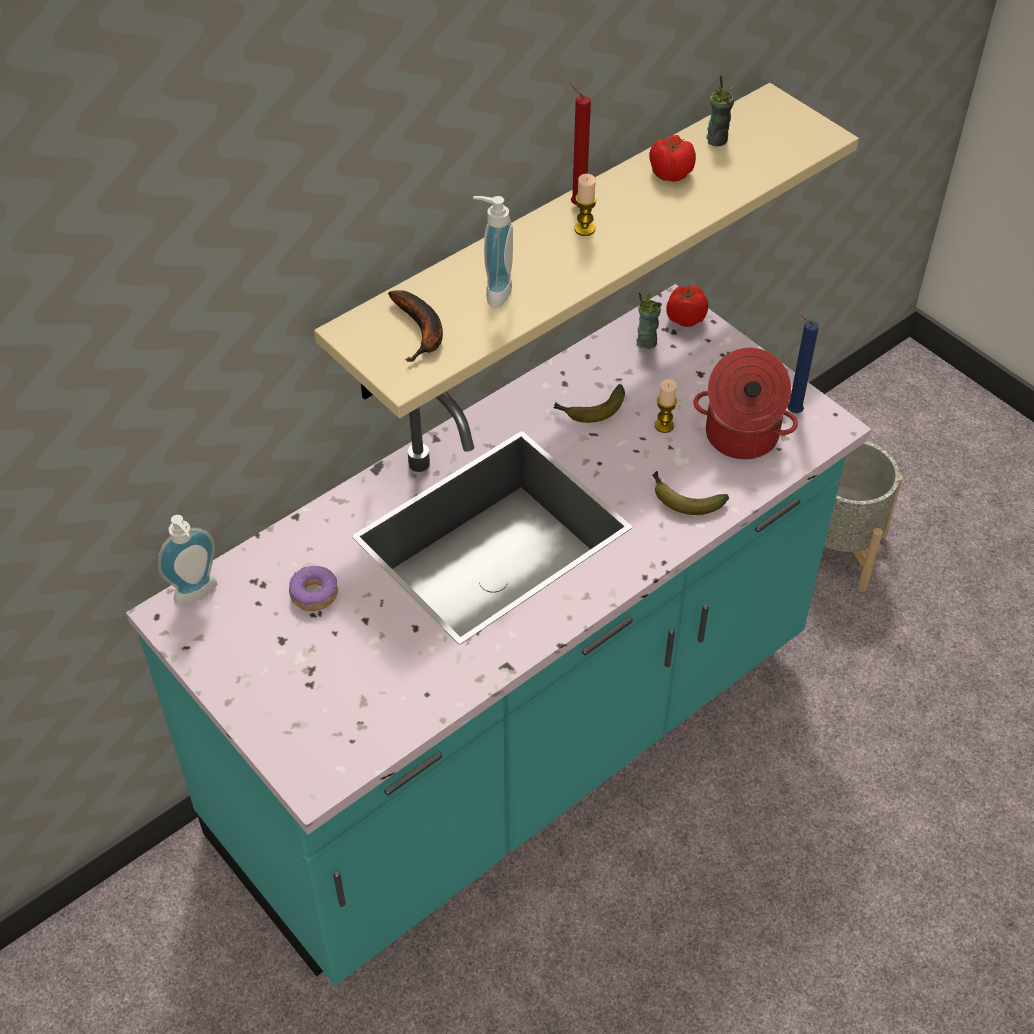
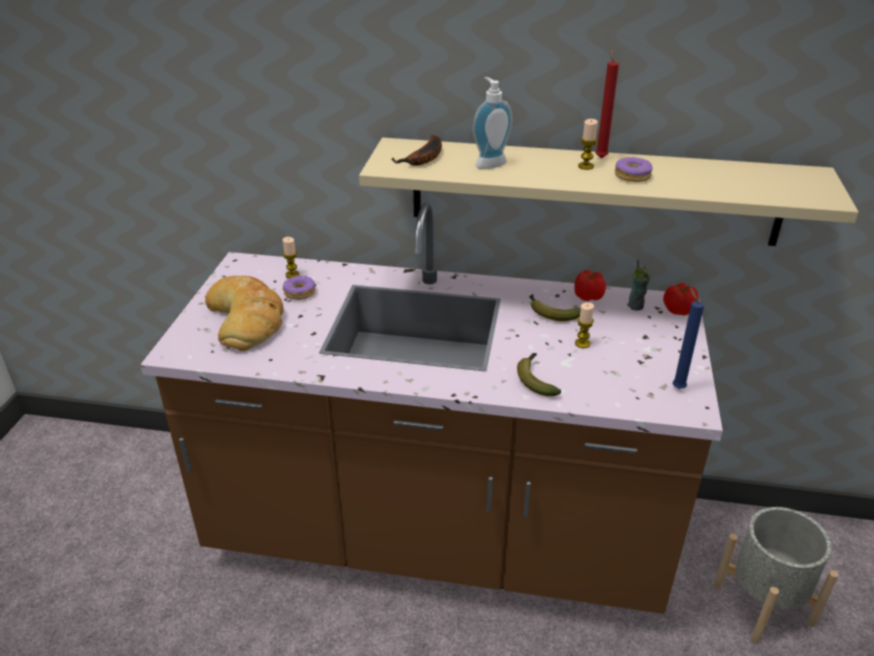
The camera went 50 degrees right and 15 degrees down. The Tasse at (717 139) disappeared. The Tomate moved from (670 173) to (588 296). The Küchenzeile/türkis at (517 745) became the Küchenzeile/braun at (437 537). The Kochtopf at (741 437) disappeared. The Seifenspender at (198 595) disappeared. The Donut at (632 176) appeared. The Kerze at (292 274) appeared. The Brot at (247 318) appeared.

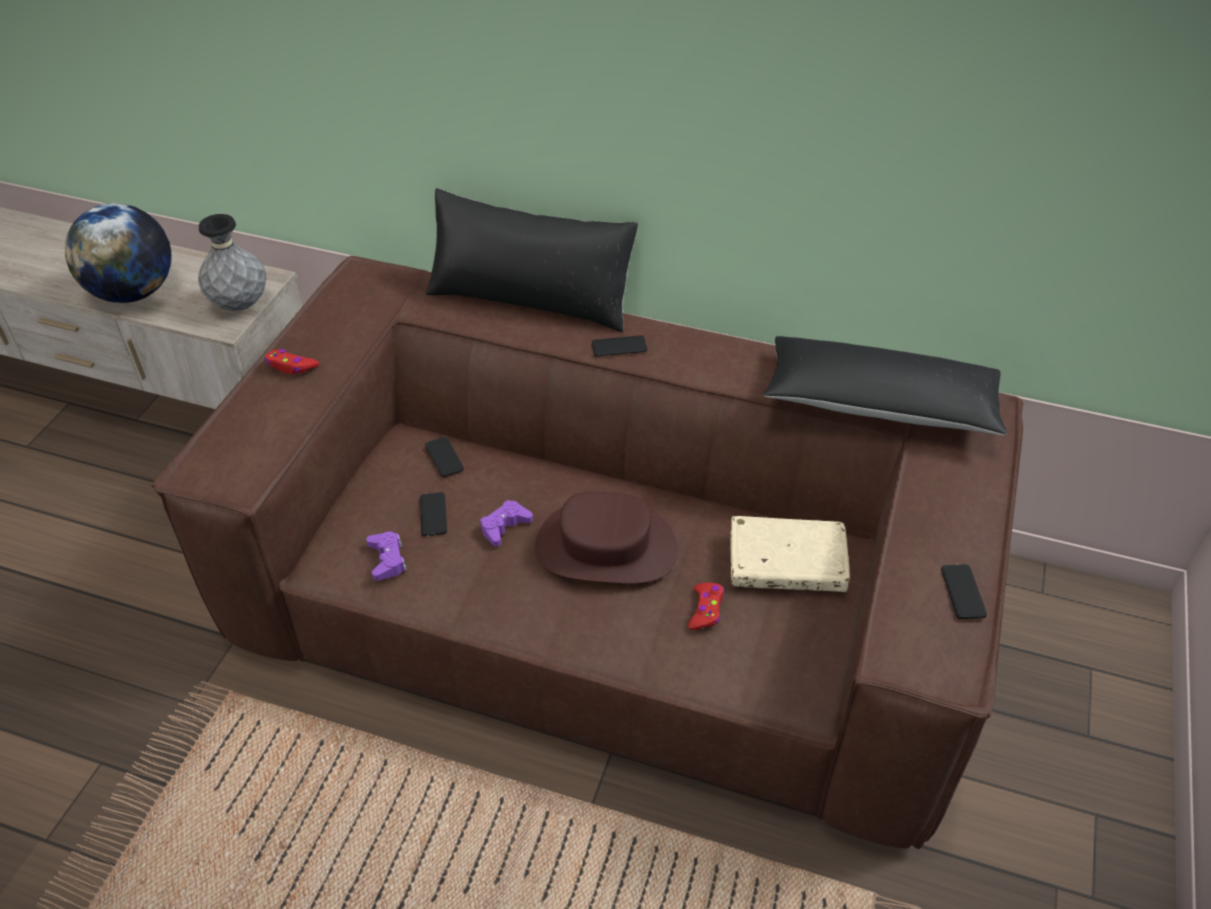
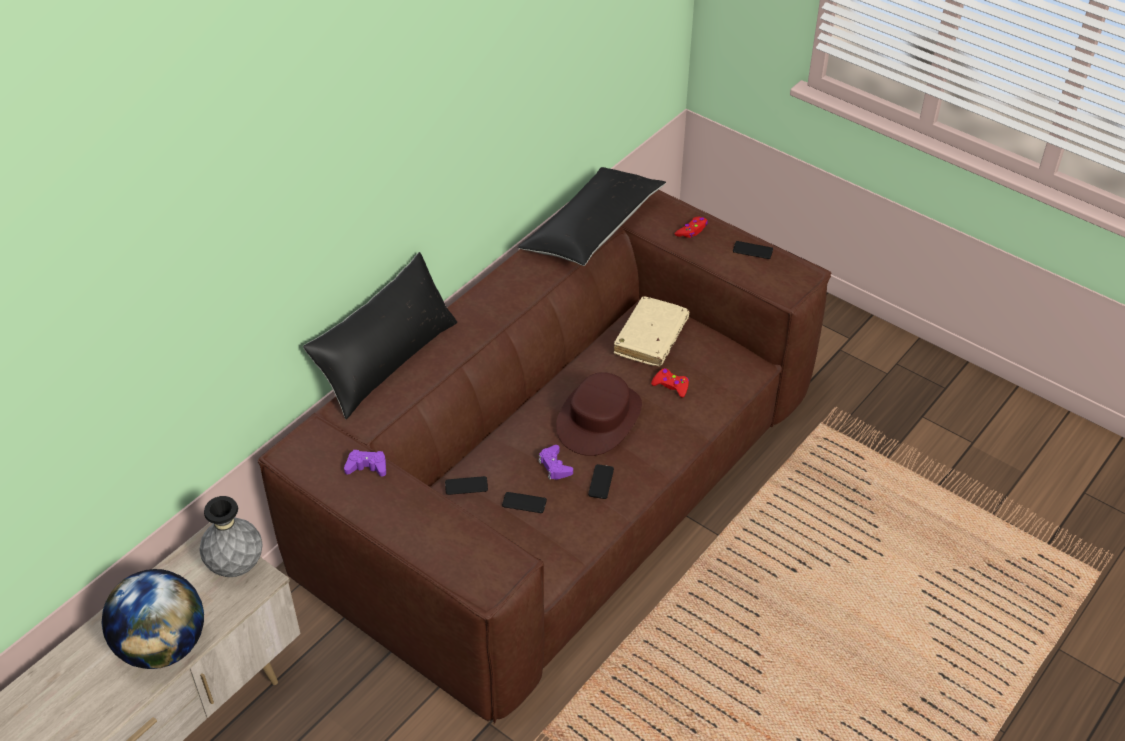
The camera went 70 degrees left and 0 degrees up. The Handy moved from (619 346) to (601 482). The Gamepad/rot moved from (291 366) to (692 231). The Gamepad/lila moved from (387 559) to (367 467).

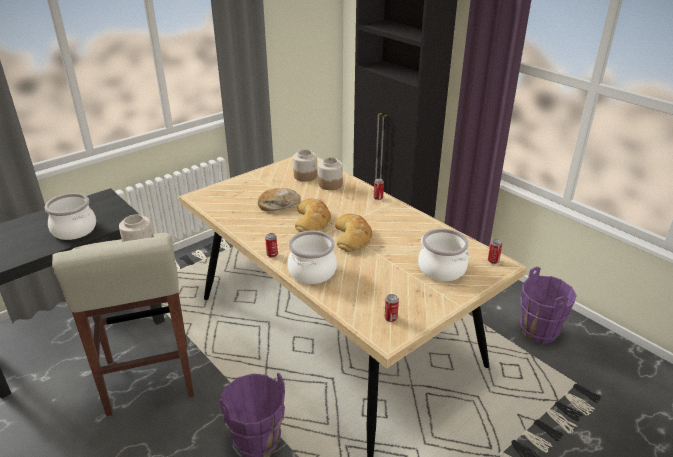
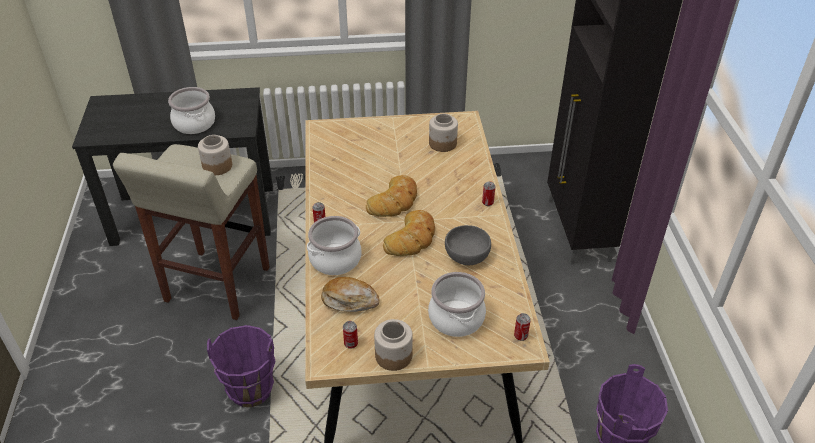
The camera went 35 degrees right and 10 degrees up. The Vorratsglas moved from (330 184) to (394 355). The Brot moved from (278 204) to (349 300). The Schüssel/grau at (467 256) appeared.

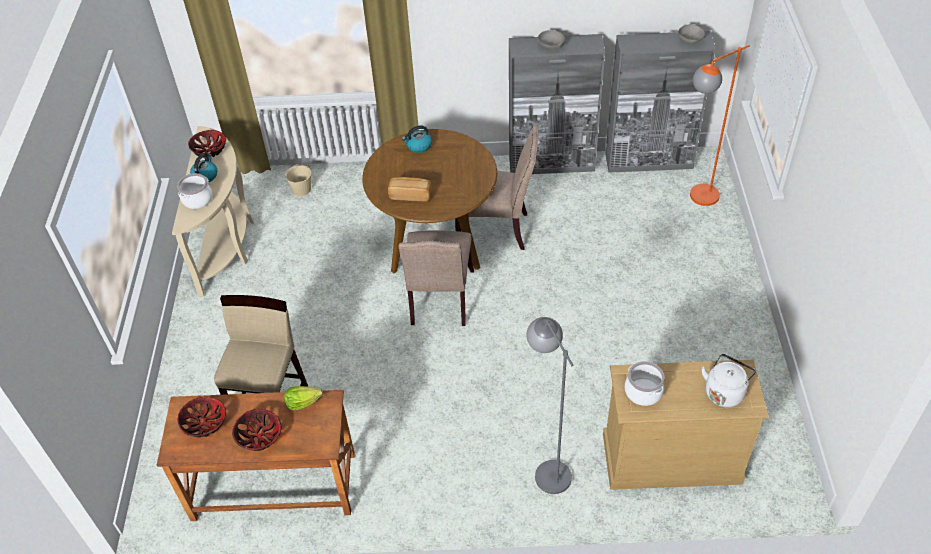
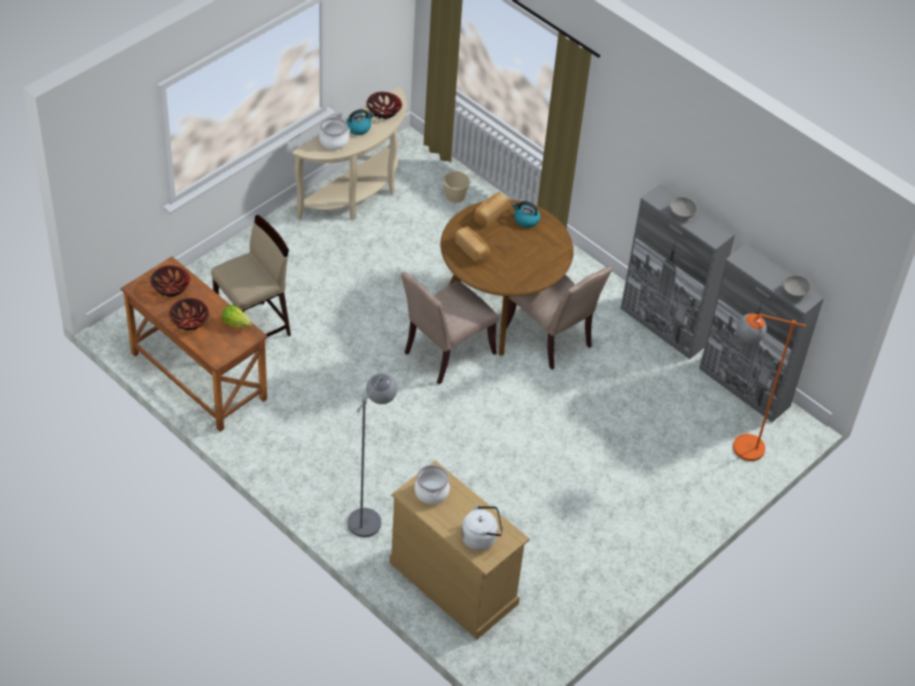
The camera went 40 degrees right and 0 degrees up. The Brot at (490 215) appeared.

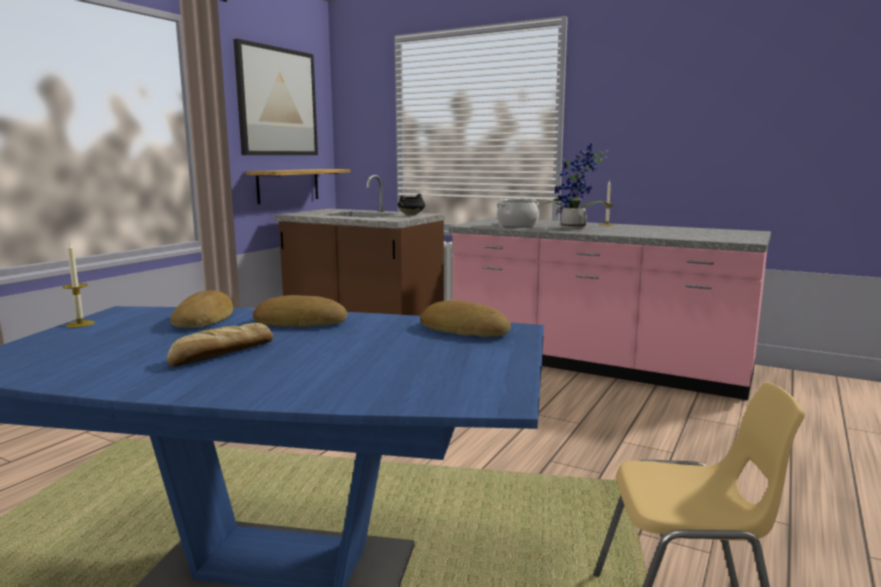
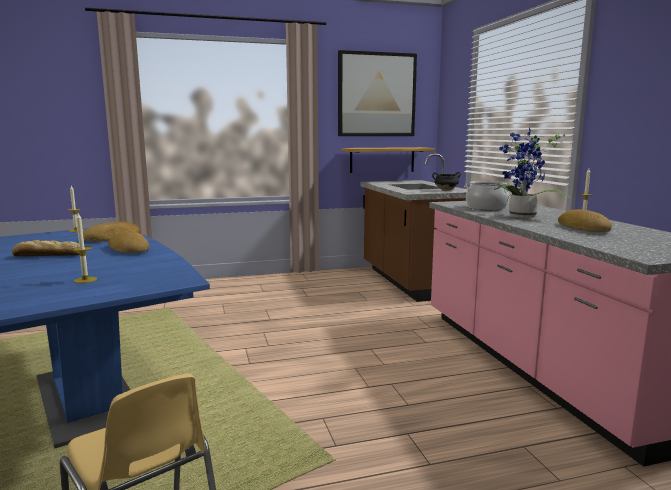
The camera went 45 degrees right and 0 degrees up. The Brot moved from (464 329) to (584 228). The Kerze at (85 280) appeared.

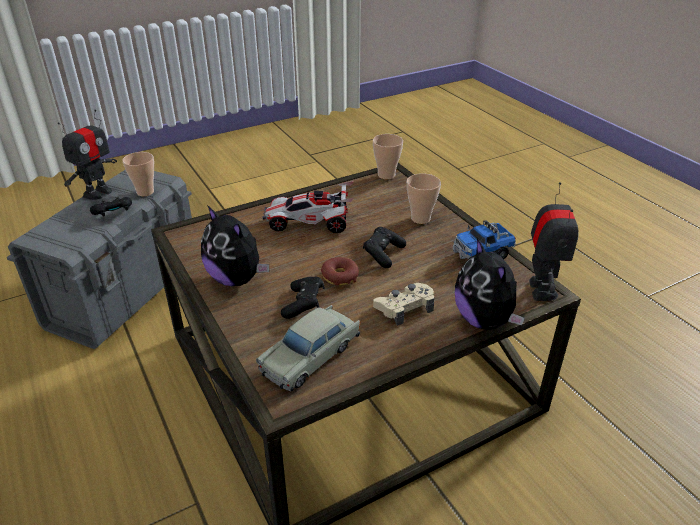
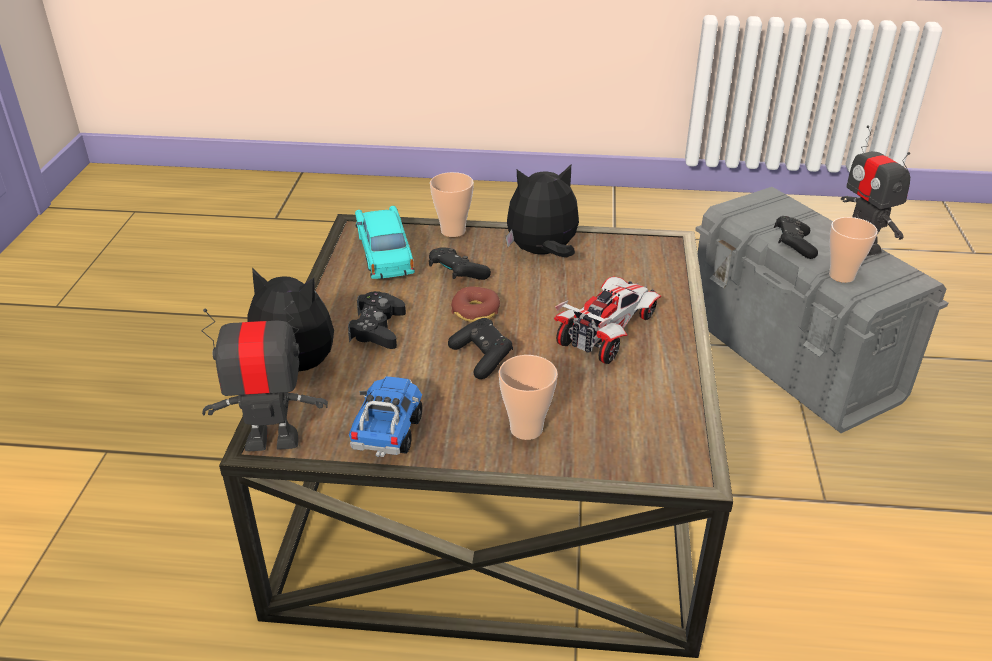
The camera went 125 degrees right and 0 degrees up. The Tasse moved from (386 175) to (453 231). The Spielzeugroboter at (541 290) turned 135 degrees clockwise. The Gamepad/beige at (404 307) became the Gamepad/schwarz at (377 328). The Spielzeugauto/beige at (311 356) became the Spielzeugauto/türkis at (384 253).

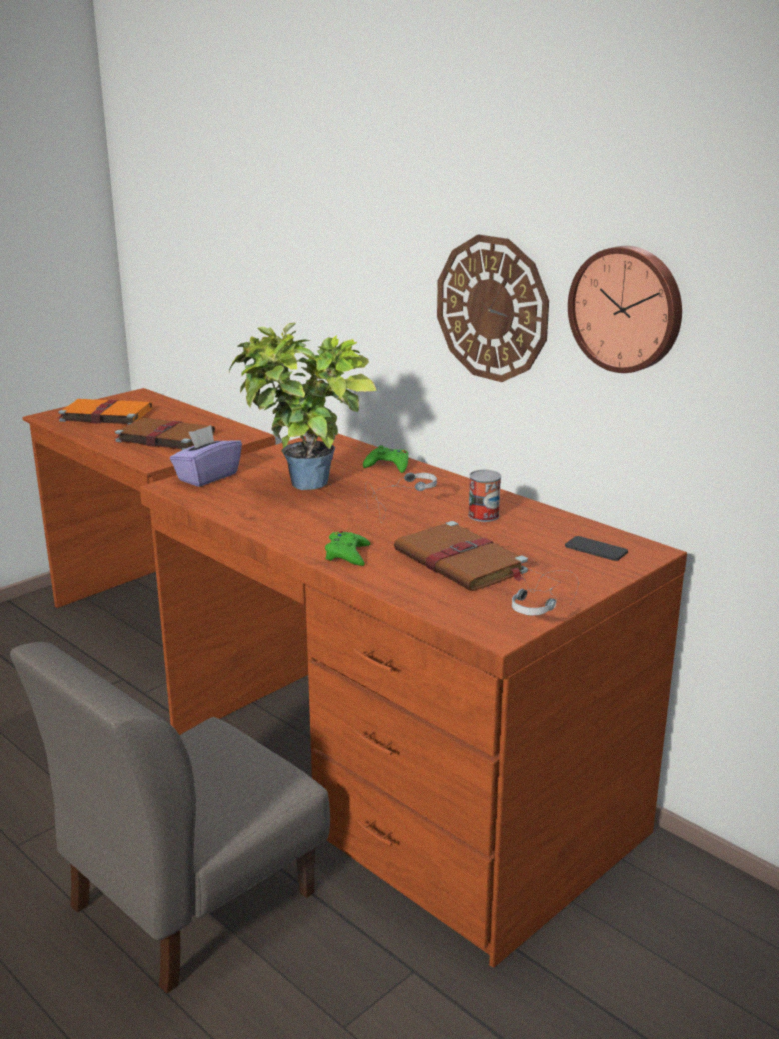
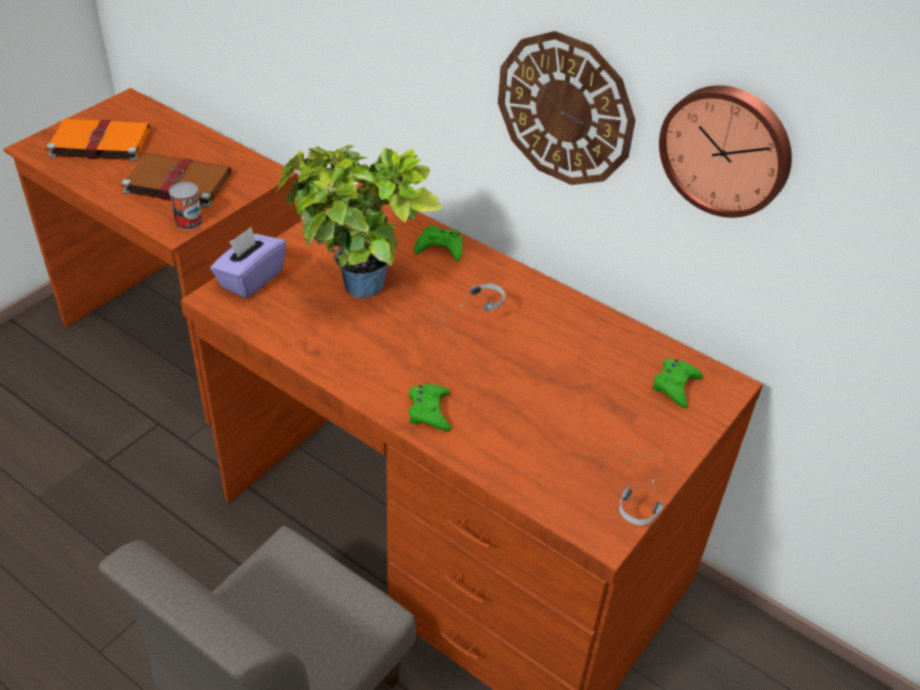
The camera went 10 degrees left and 20 degrees up. The Dose moved from (483 515) to (188 221). The Buch/braun at (461 562) disappeared. The Handy at (596 549) was replaced by the Gamepad/grün at (675 386).

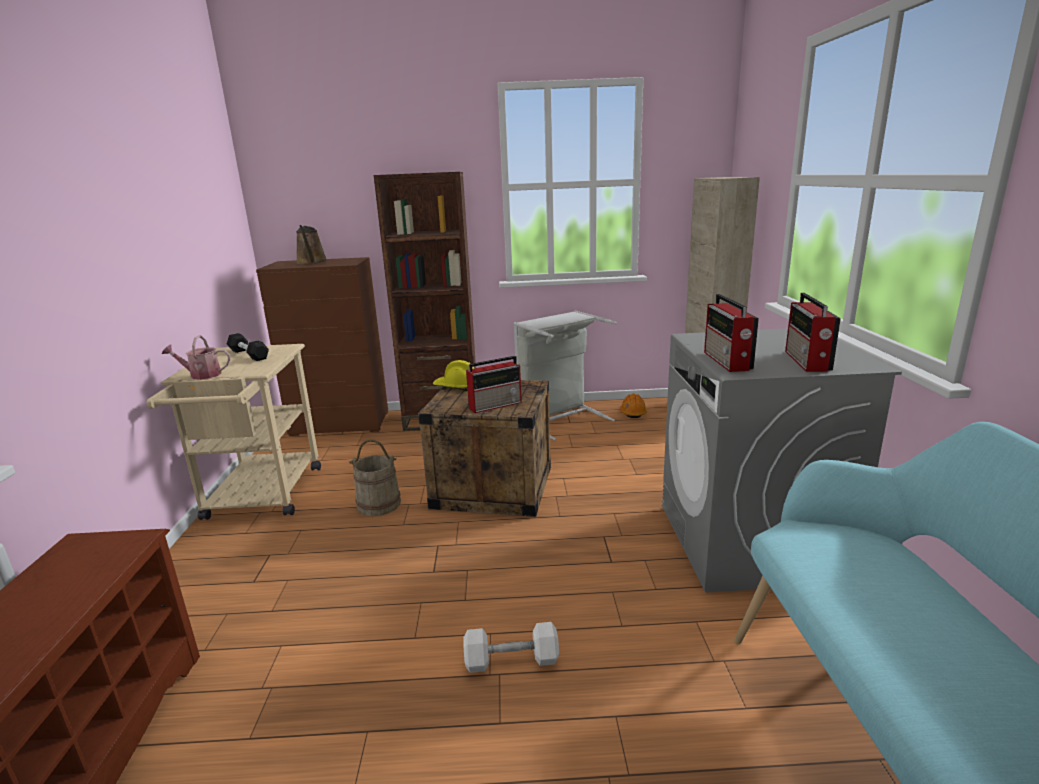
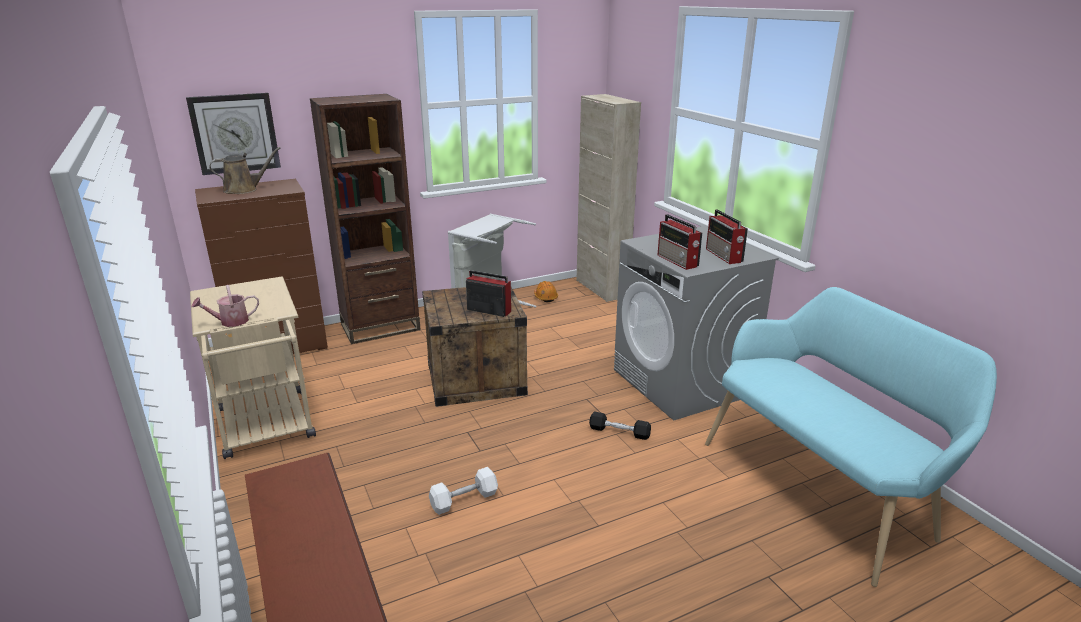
The camera went 25 degrees left and 5 degrees up. The Gießkanne/braun at (311 262) turned 75 degrees counterclockwise. The Hantel/schwarz moved from (249 354) to (619 432). The Radio at (496 405) turned 105 degrees counterclockwise. The Schutzhelm/gelb at (456 386) disappeared. The Eimer/beige at (378 504) disappeared. The Hantel/weiß moved from (511 660) to (464 500). The Wanduhr at (235 133) appeared.

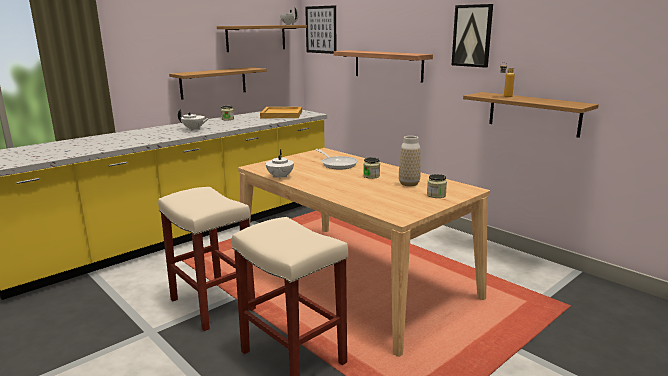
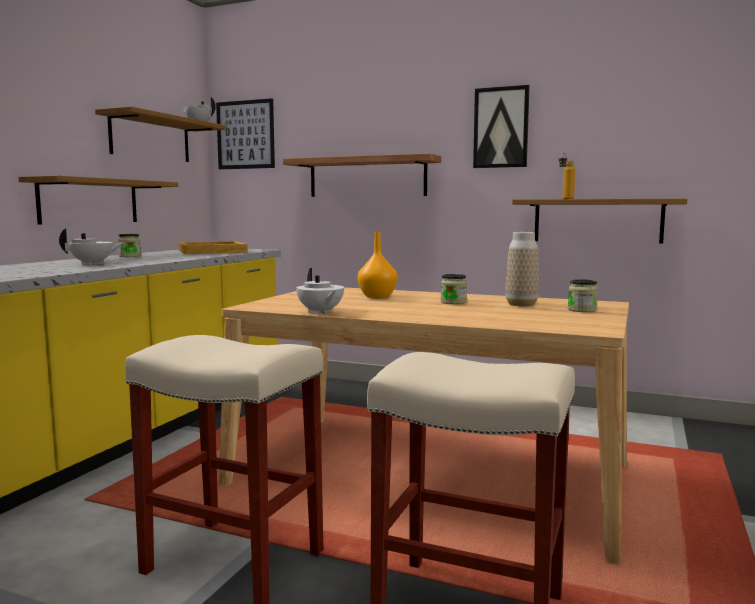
The camera went 25 degrees left and 10 degrees down. The Pfanne at (337 164) was replaced by the Vase/orange at (377 296).

